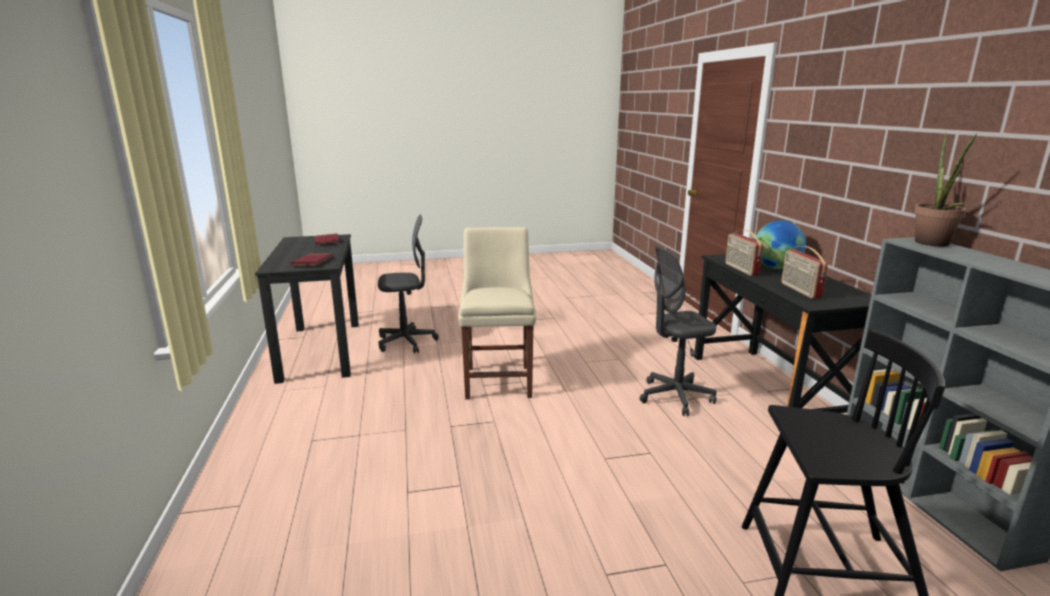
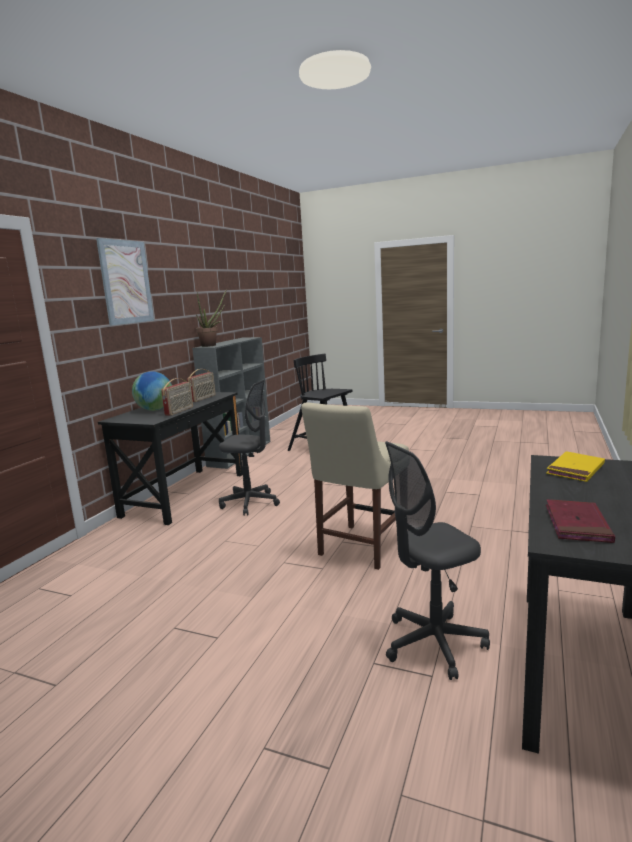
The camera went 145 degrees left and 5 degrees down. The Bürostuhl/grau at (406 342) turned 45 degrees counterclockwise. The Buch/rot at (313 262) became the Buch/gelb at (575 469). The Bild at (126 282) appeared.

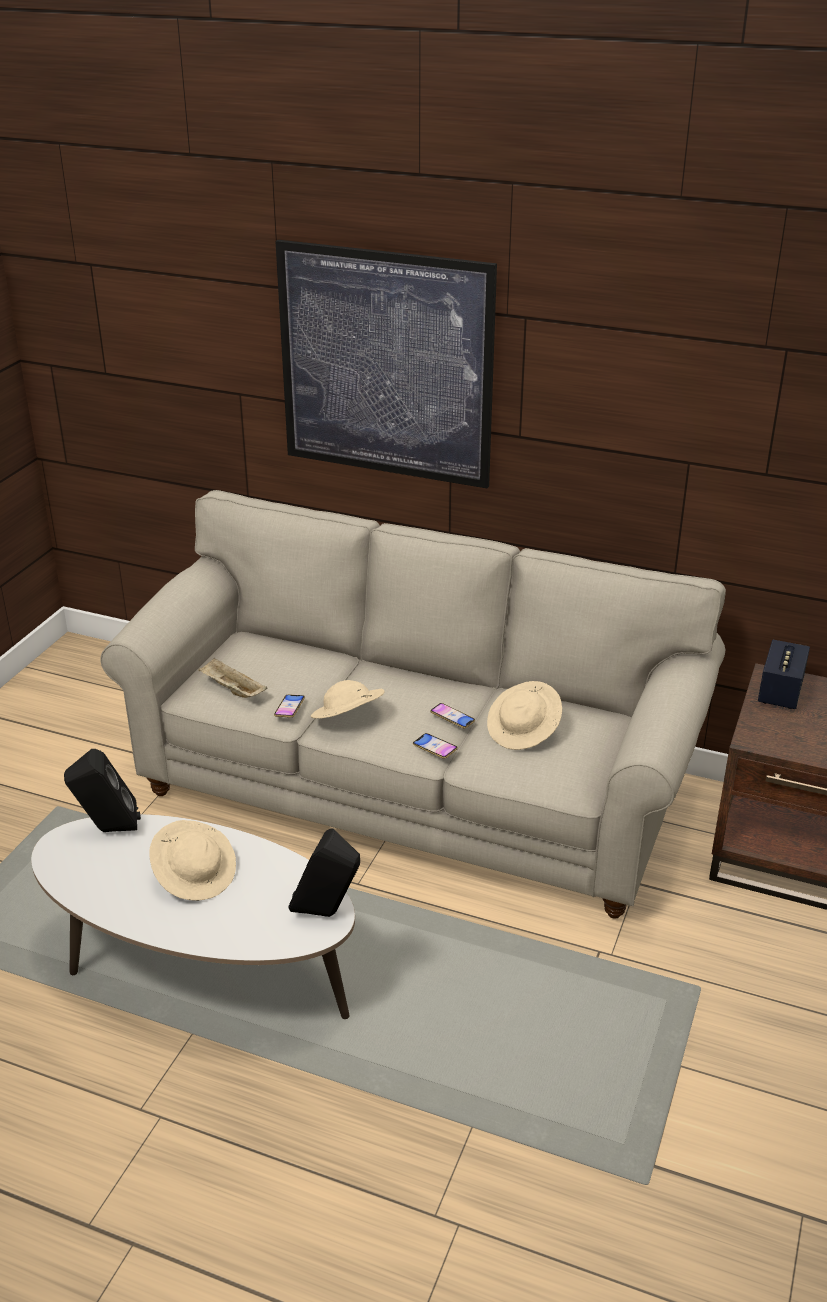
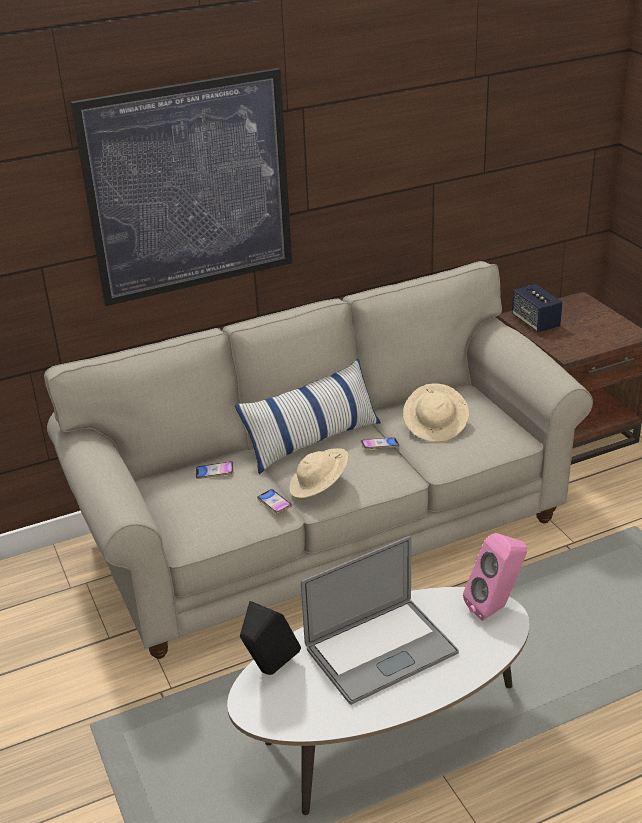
The camera went 45 degrees left and 0 degrees up. The Tablett/beige at (232 690) disappeared. The Handy moved from (435 748) to (214 472). The Hut/beige at (195 875) was replaced by the Laptop at (381 650). The Lautsprecher/schwarz at (327 913) became the Lautsprecher/rosa at (495 607). The Kissen at (312 440) appeared.

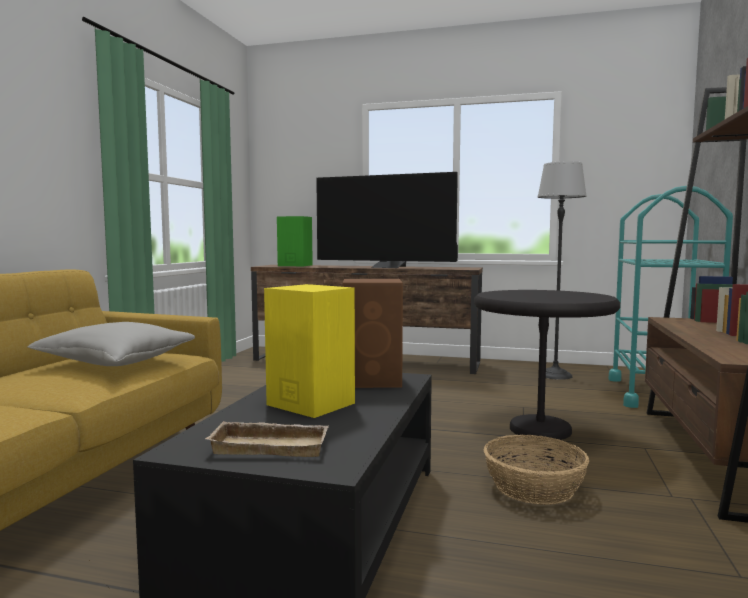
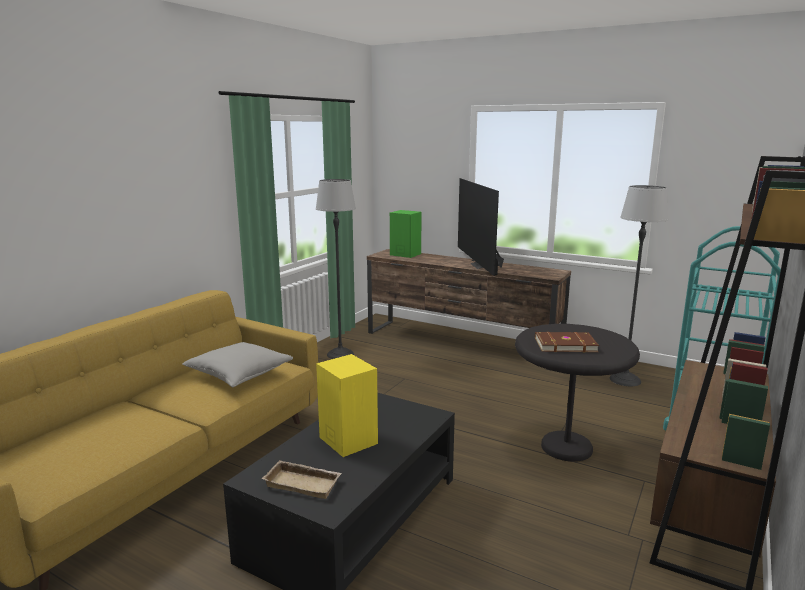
The camera went 15 degrees right and 10 degrees up. The Fernseher at (387 267) turned 45 degrees clockwise. The Lautsprecher/braun at (374 380) disappeared. The Korb at (534 487) disappeared. The Stehlampe at (340 354) appeared. The Buch/braun at (564 344) appeared.

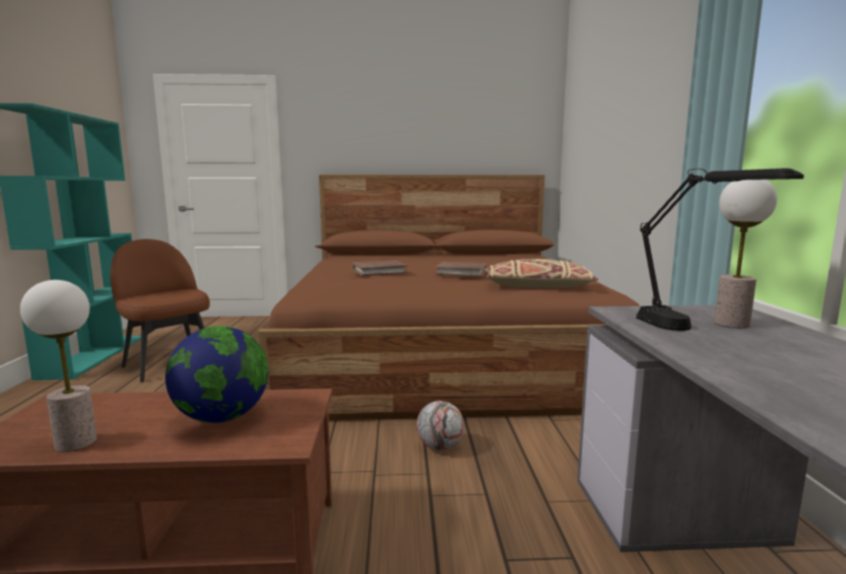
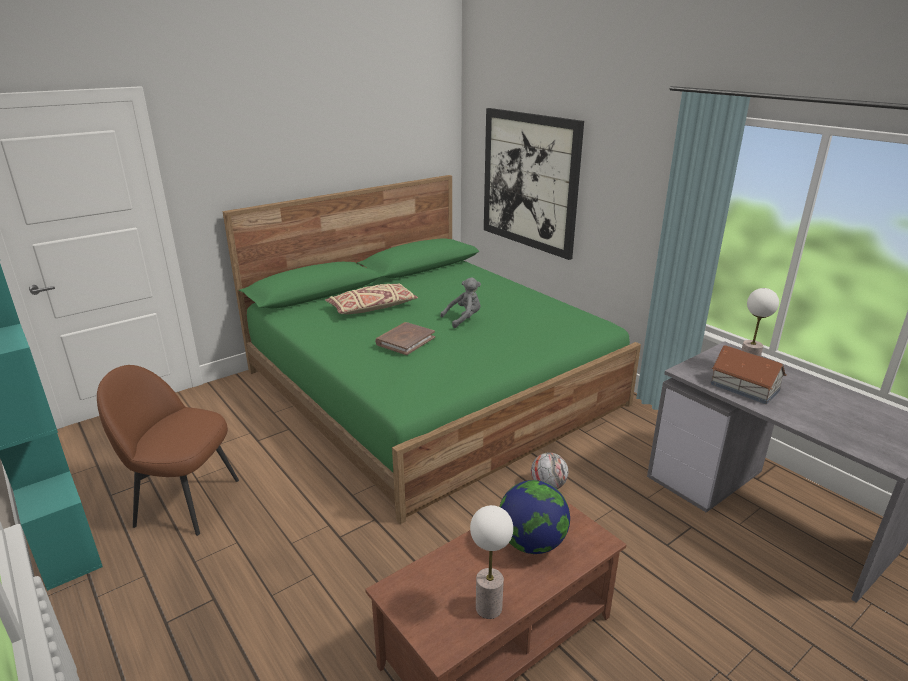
The camera went 35 degrees left and 15 degrees up. The Tischlampe/schwarz at (689 333) was replaced by the Spielzeughaus at (744 386). The Bett/braun at (442 351) became the Bett/grün at (431 387). The Kissen/beige moved from (537 286) to (372 308). The Buch/braun at (461 272) was replaced by the Plüschtier/grau at (464 319). The Bild at (529 181) appeared.

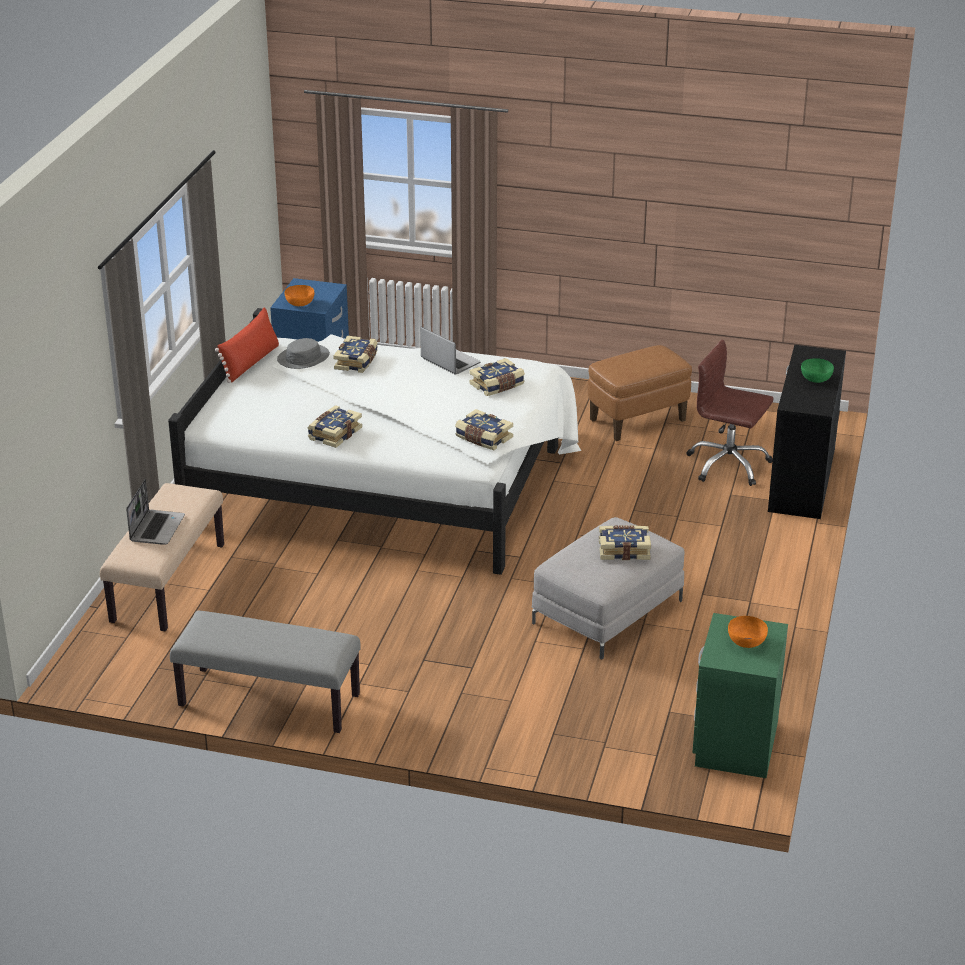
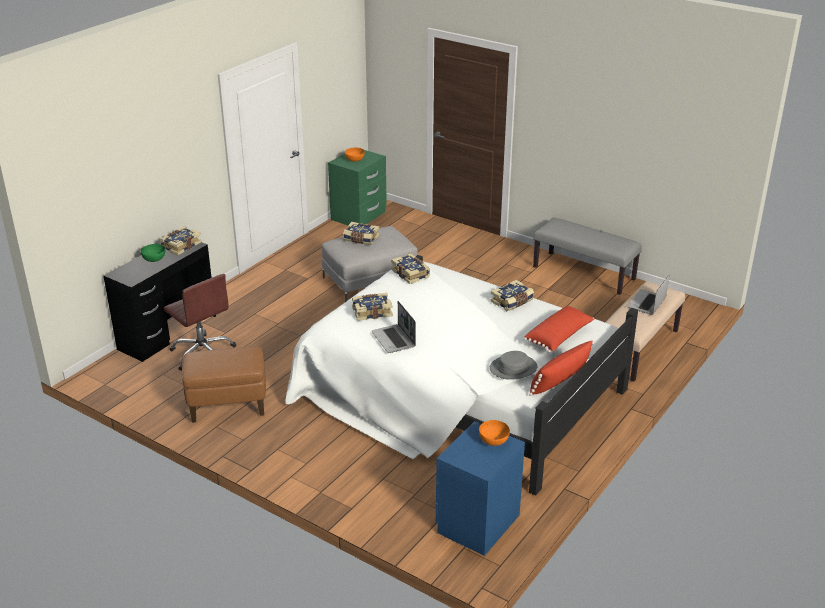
The camera went 160 degrees left and 0 degrees up. The Buch moved from (357 362) to (180 246). The Kissen/rot at (559 337) appeared.

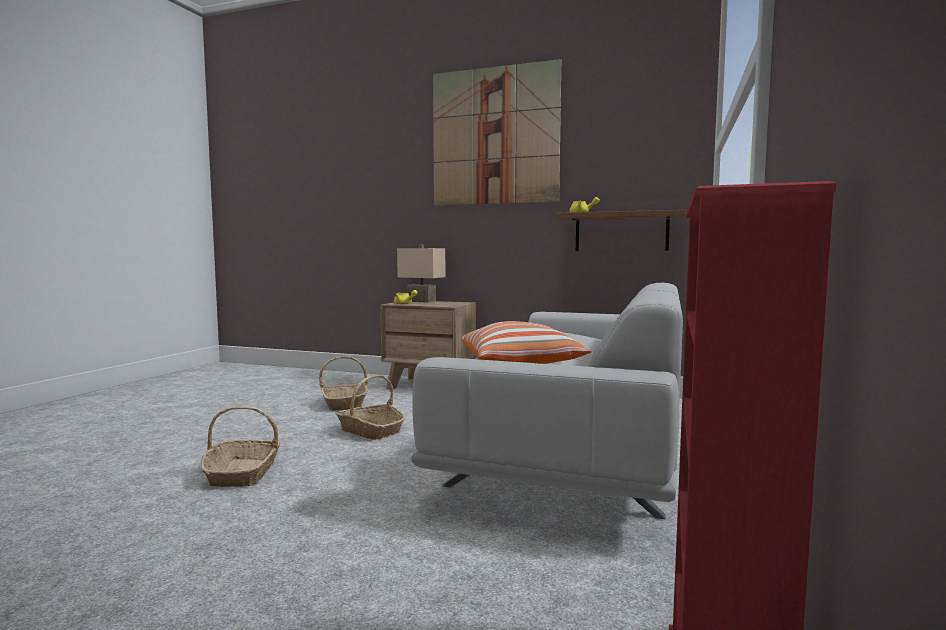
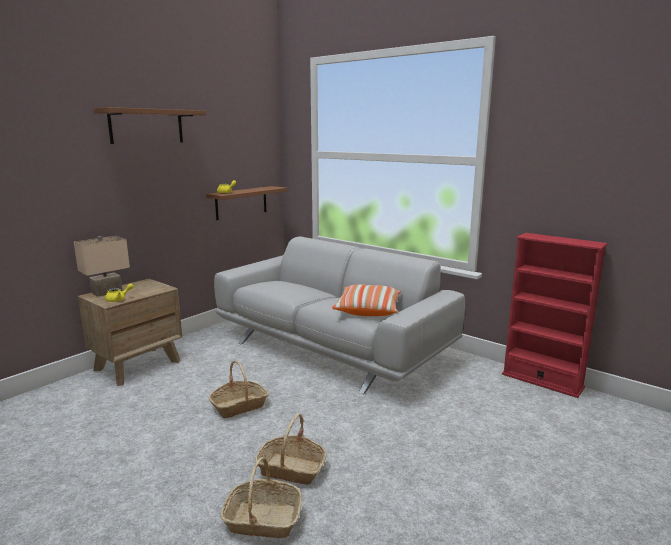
The camera went 70 degrees left and 10 degrees up. The Bild at (494 136) was replaced by the Wandregal/braun at (146 126). The Korb moved from (345 404) to (262 520).

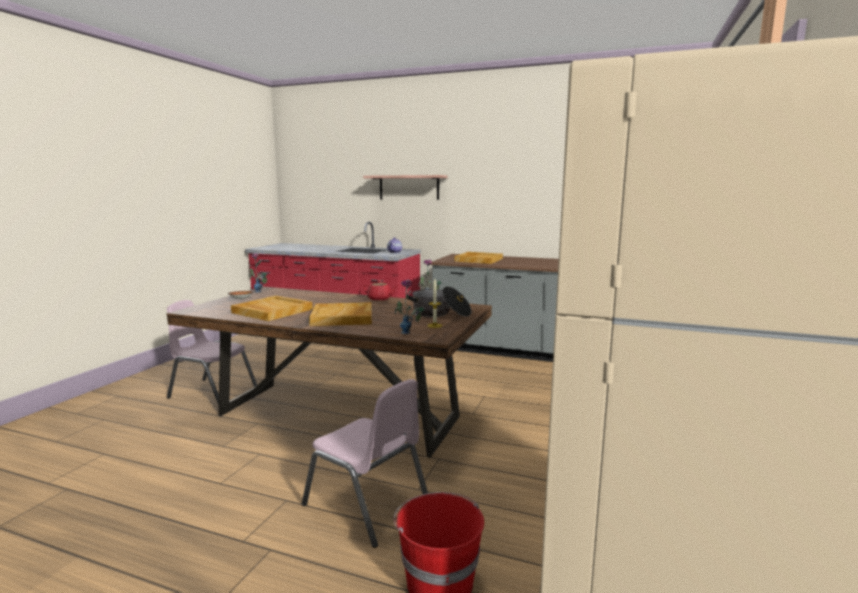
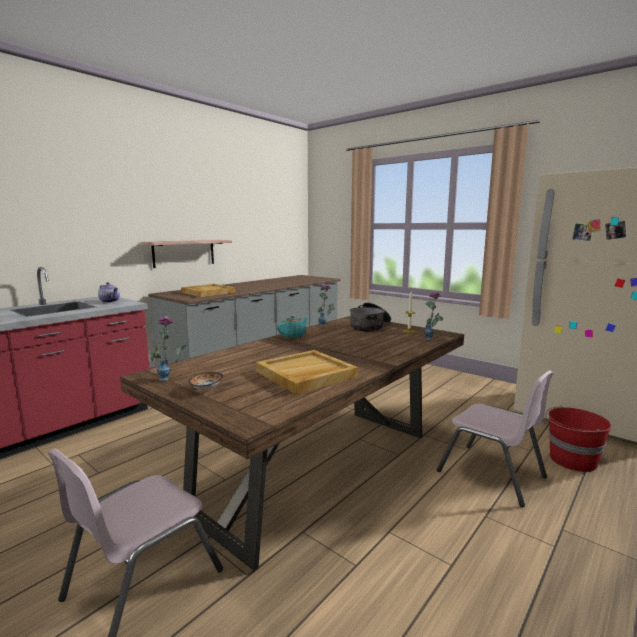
The camera went 70 degrees left and 0 degrees up. The Wandregal moved from (409 187) to (184 253). The Teekanne/rot at (380 299) became the Teekanne/türkis at (293 335). The Tablett/beige at (343 317) disappeared. The Stuhl/rosa at (367 505) turned 75 degrees clockwise.

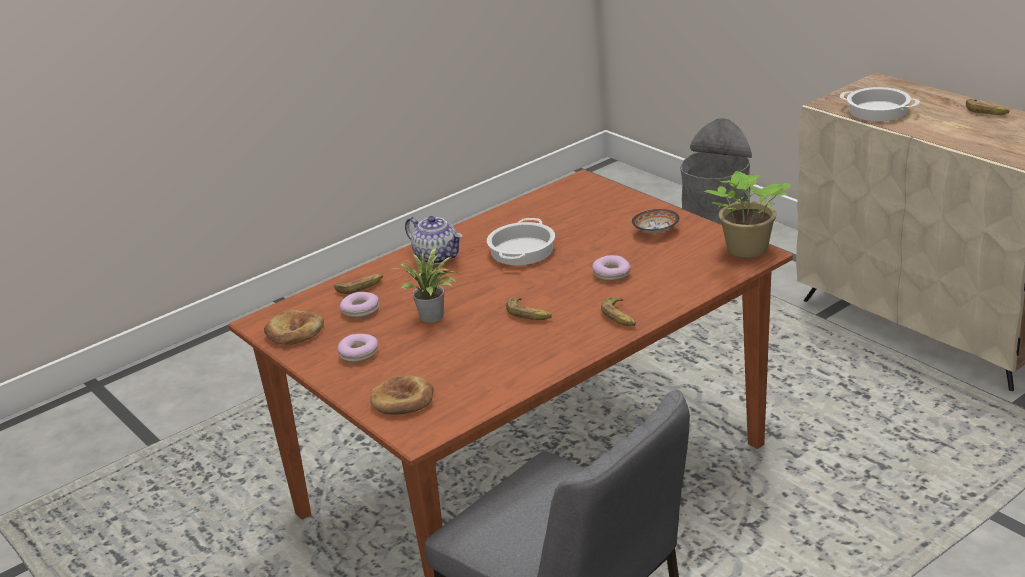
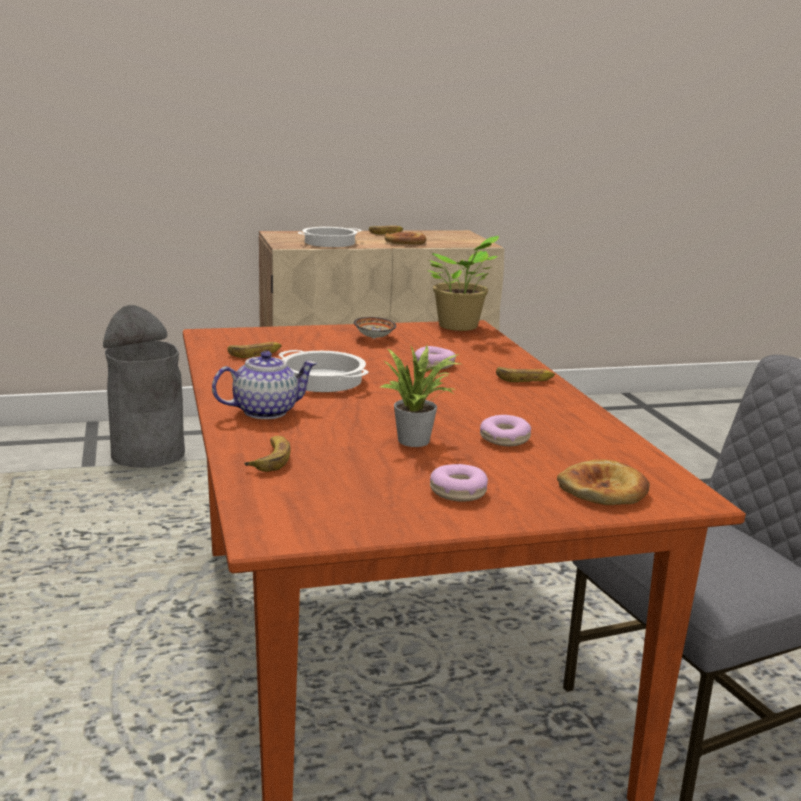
The camera went 70 degrees left and 10 degrees down. The Donut moved from (360 310) to (504 439). The Banane moved from (529 314) to (255 353). The Brot moved from (294 332) to (405 242).

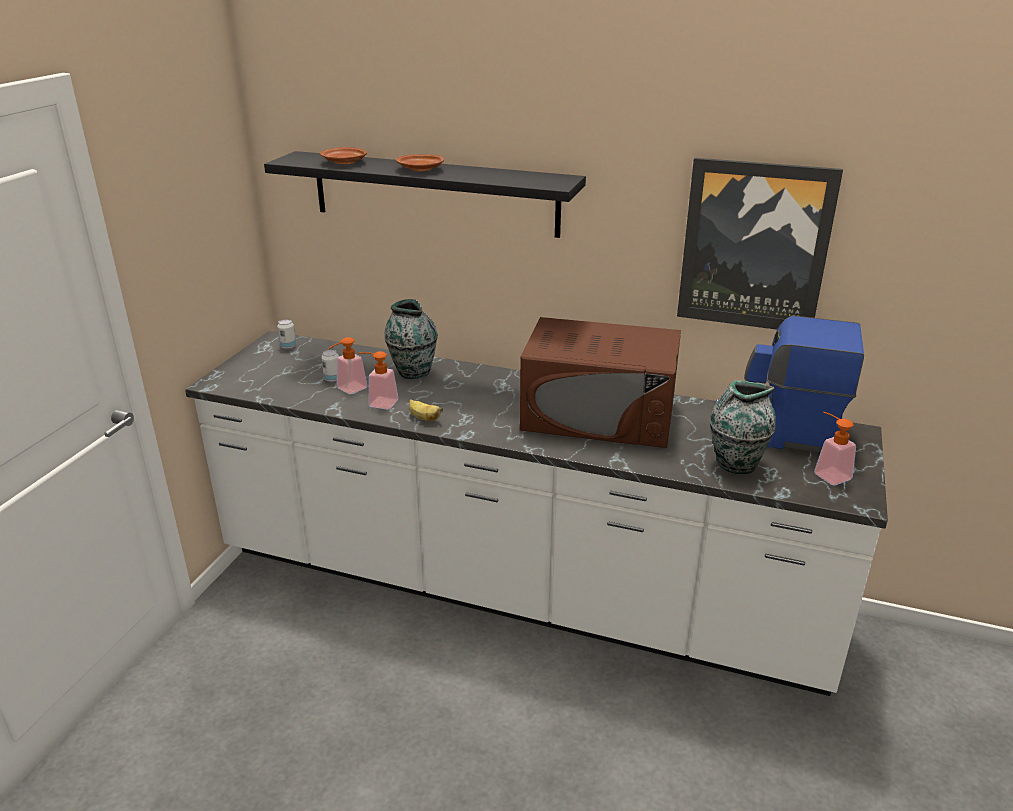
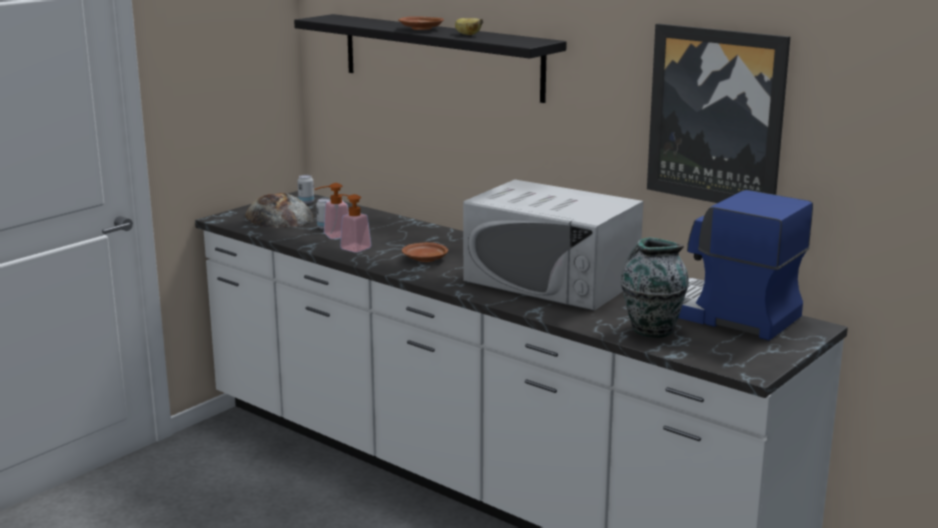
The camera went 20 degrees right and 10 degrees down. The Teller/braun moved from (344 162) to (425 259). The Vase at (413 371) disappeared. The Mikrowelle/braun at (599 415) became the Mikrowelle/weiß at (551 281). The Banane moved from (424 418) to (467 34). The Seifenspender at (827 473) disappeared. The Brot at (279 217) appeared.

